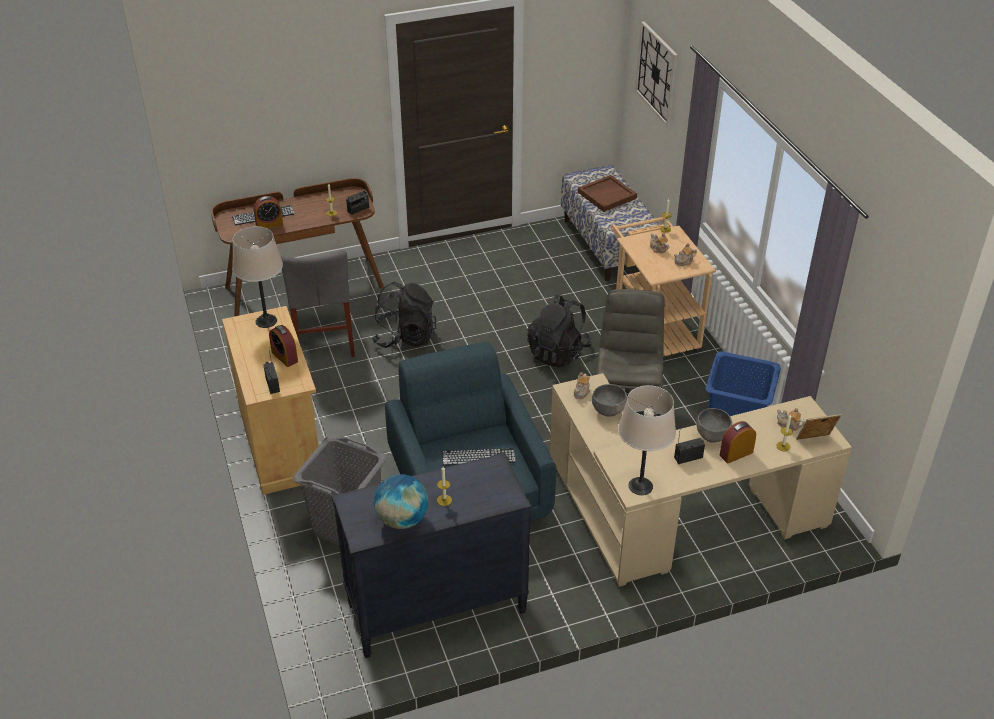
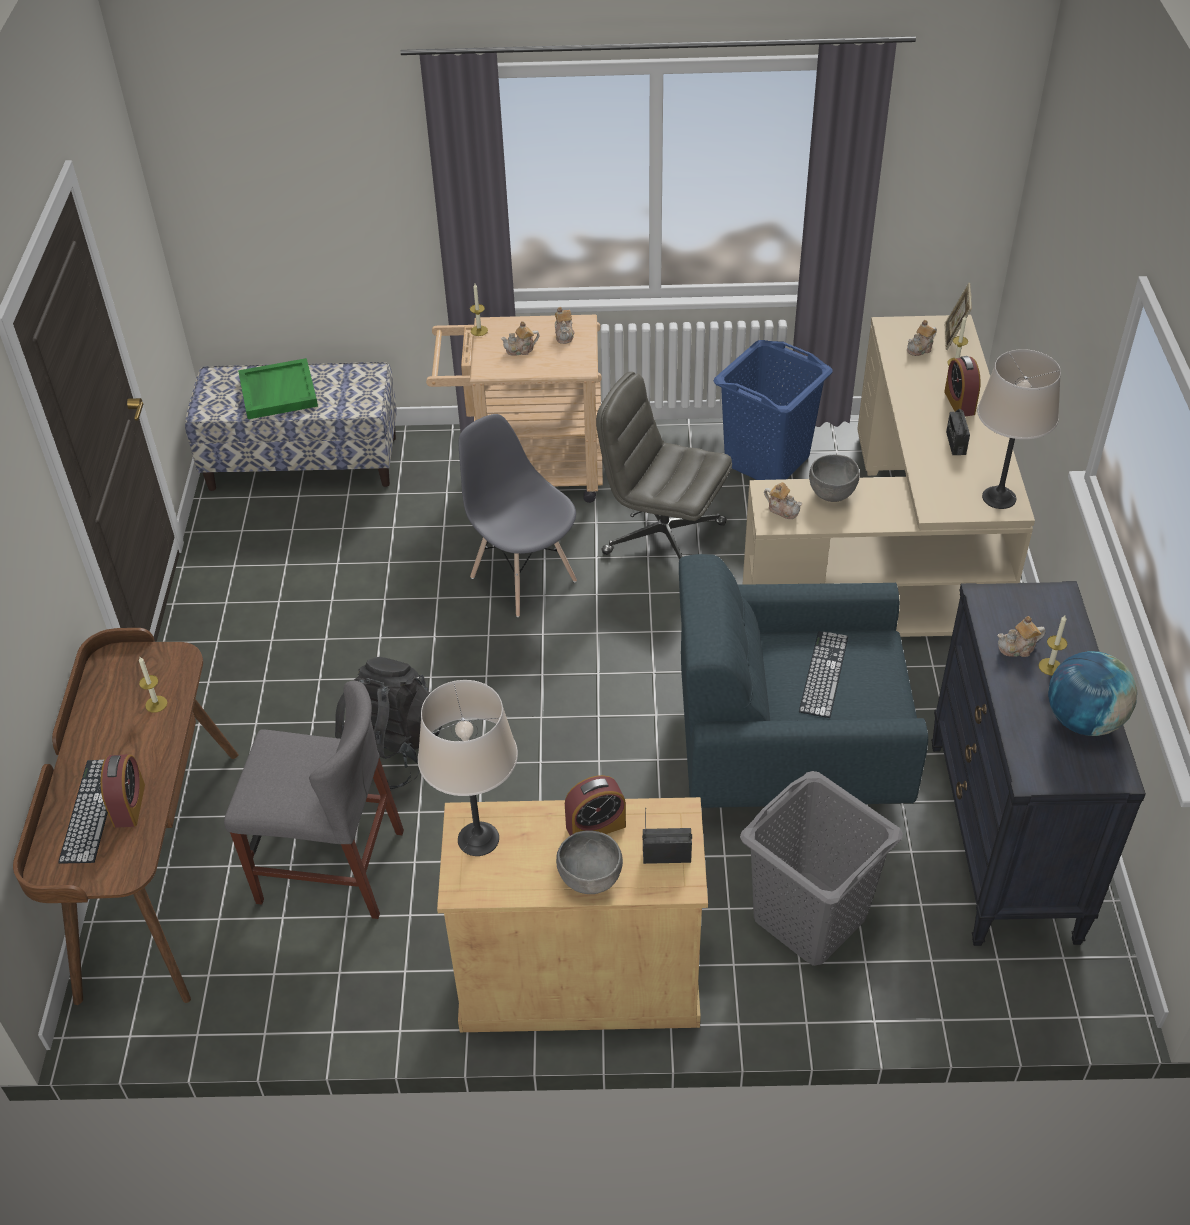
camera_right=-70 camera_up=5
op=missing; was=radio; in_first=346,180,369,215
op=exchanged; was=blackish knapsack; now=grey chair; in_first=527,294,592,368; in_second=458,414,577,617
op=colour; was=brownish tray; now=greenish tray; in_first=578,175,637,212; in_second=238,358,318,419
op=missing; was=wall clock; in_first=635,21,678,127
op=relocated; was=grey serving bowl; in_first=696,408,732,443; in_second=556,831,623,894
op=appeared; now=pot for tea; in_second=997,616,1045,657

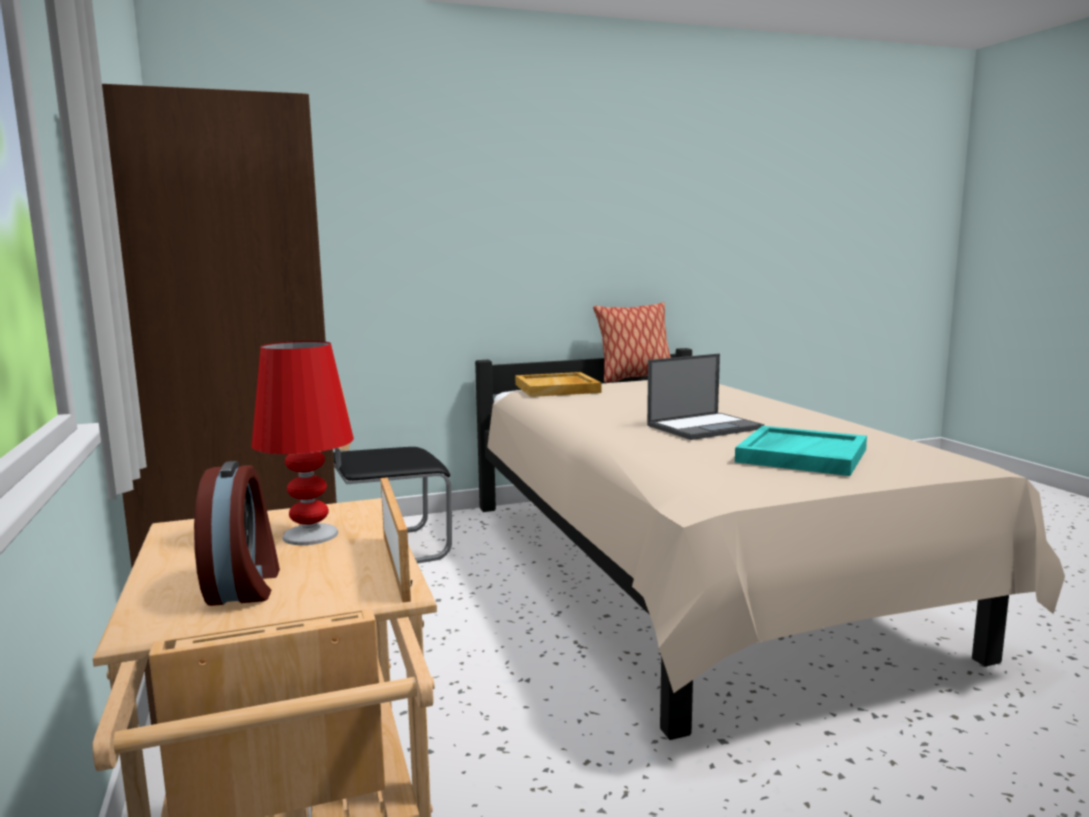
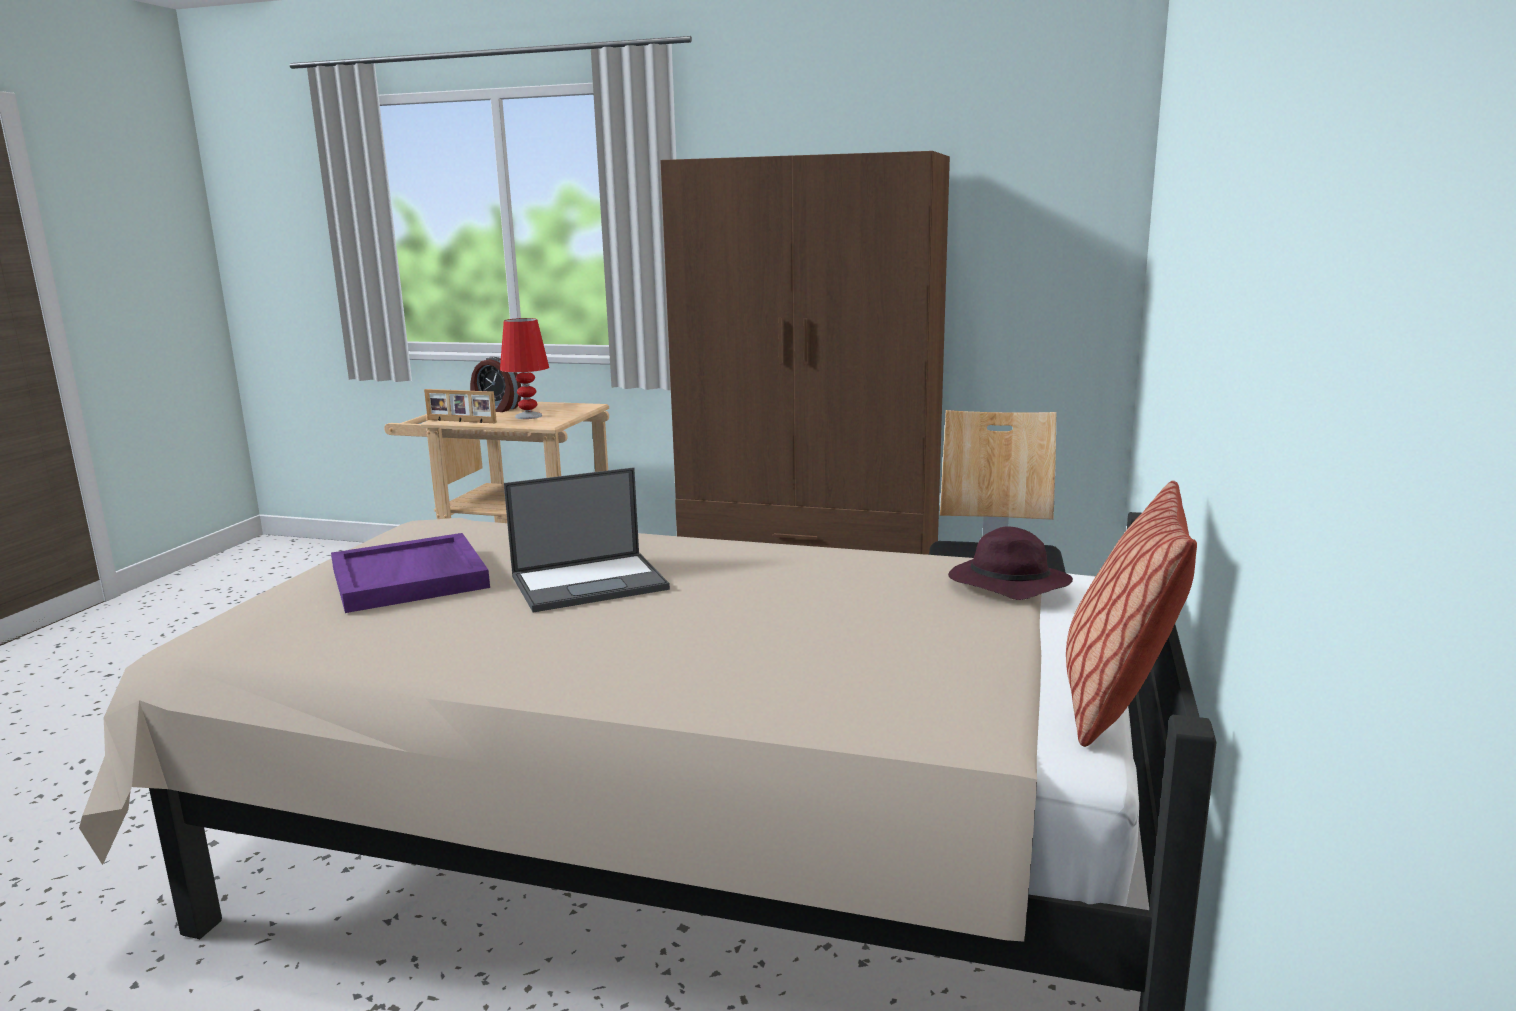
camera_right=125 camera_up=5
op=exchanged; was=beige tray; now=purplish wearable hat; in_first=515,372,601,397; in_second=948,526,1073,600
op=spun; was=portable computer; in_first=647,354,764,440; in_second=504,467,670,612; clockwise=-120
op=colour; was=blue-green tray; now=purplish tray; in_first=735,426,867,476; in_second=331,533,490,613

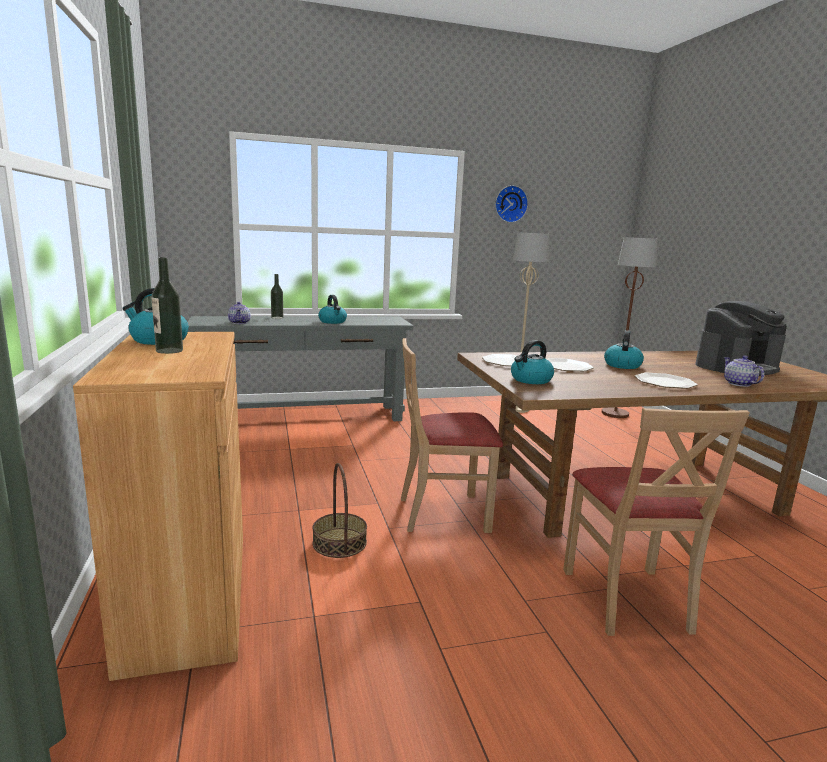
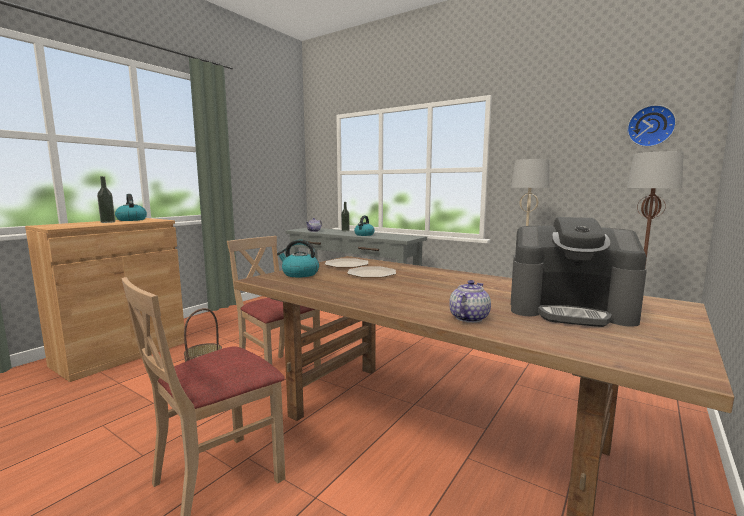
camera_right=50 camera_up=-5
op=relocated; was=wall clock; in_first=495,185,528,223; in_second=627,105,676,147
op=missing; was=kettle; in_first=604,330,644,369
op=missing; was=flat dish; in_first=635,373,698,389

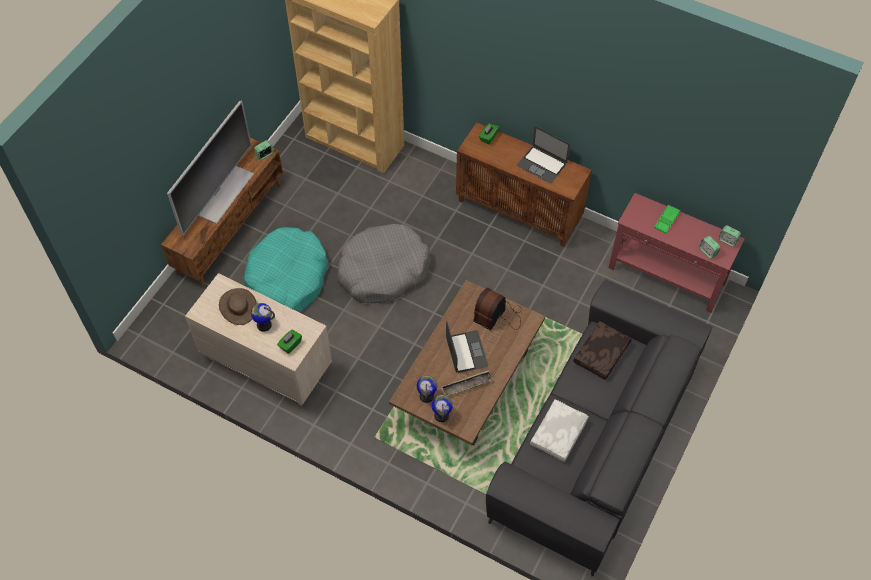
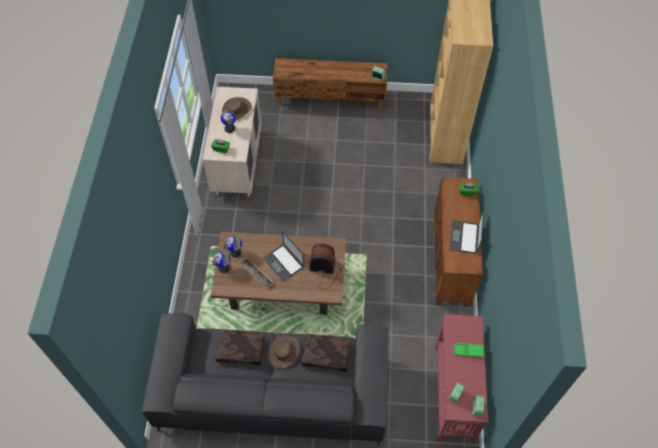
camera_right=65 camera_up=0
op=missing; was=television; in_first=167,100,254,236
op=missing; was=blue-green dog bed; in_first=244,227,328,312
op=missing; was=grey dog bed; in_first=338,224,430,303
op=spun; was=portable computer; in_first=446,321,488,373; in_second=263,231,304,282; clockwise=90
op=colour; was=white-coloured pillow; now=brownish pillow; in_first=530,399,589,462; in_second=216,330,265,365
op=appeared; now=brownish wearable hat; in_second=267,335,301,369

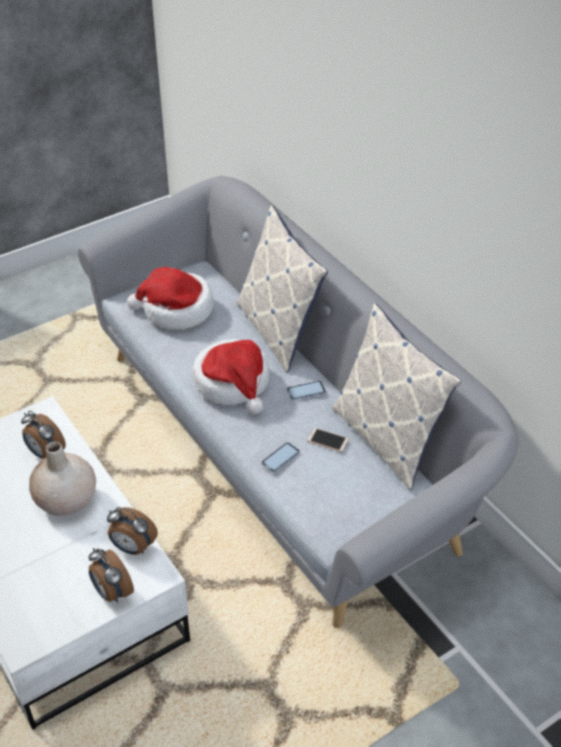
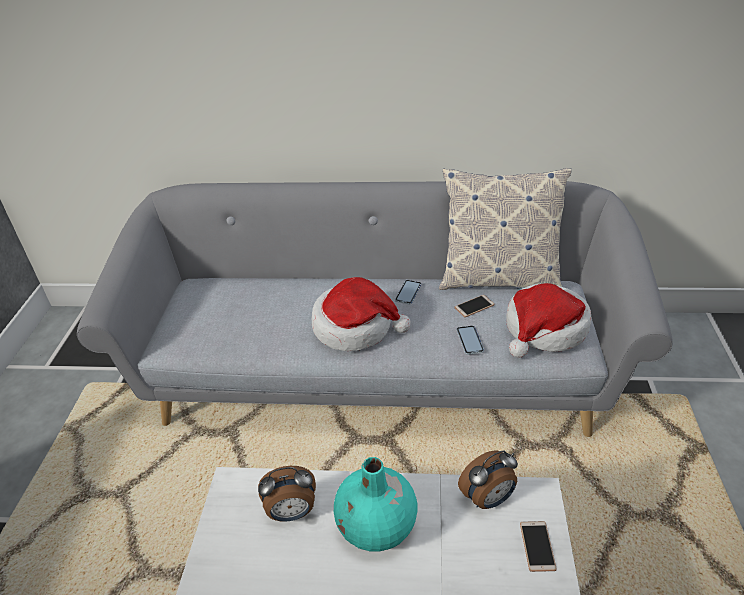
camera_right=-50 camera_up=-5
op=colour; was=beige flower vase; now=blue-green flower vase; in_first=29,442,96,516; in_second=334,457,418,552
op=exchanged; was=table clock; now=telephone; in_first=89,548,134,603; in_second=520,521,557,572
op=relocated; was=wearable hat; in_first=127,267,214,330; in_second=506,283,591,358
op=missing; was=pillow; in_first=237,205,328,373

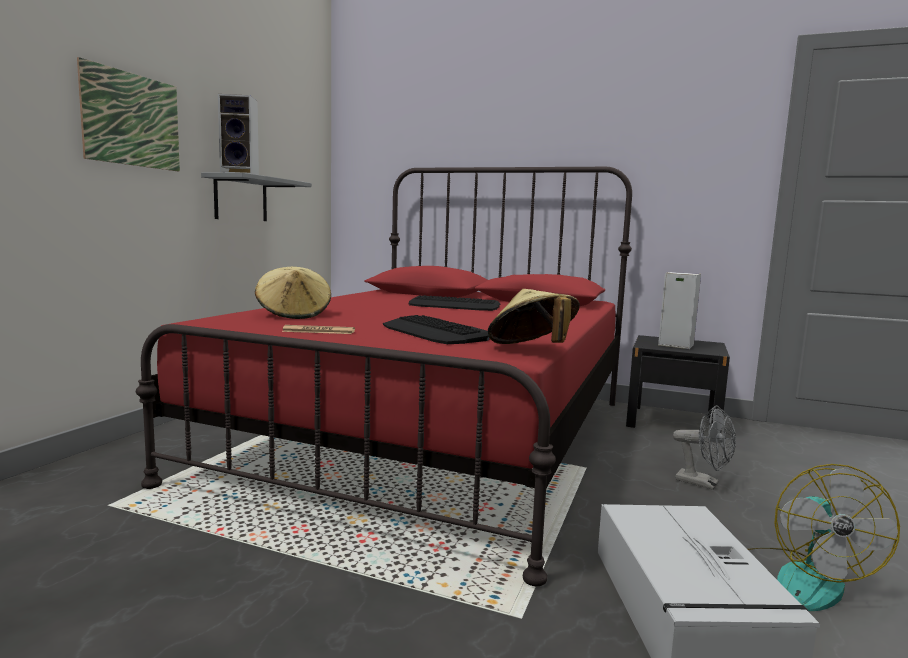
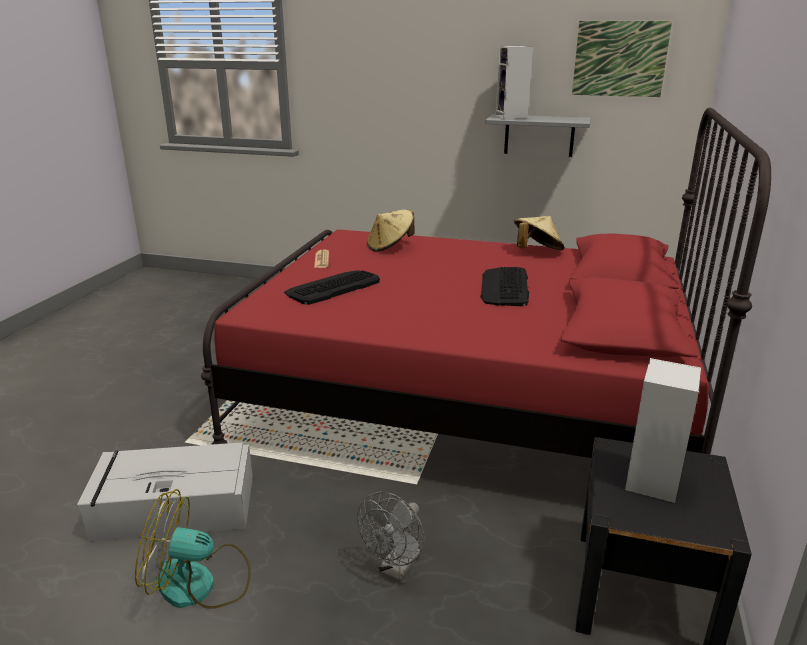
camera_right=85 camera_up=15
op=relocated; was=picture; in_first=77,57,180,171; in_second=572,21,672,97
op=relocated; was=beige wearable hat; in_first=488,289,580,344; in_second=514,216,564,250

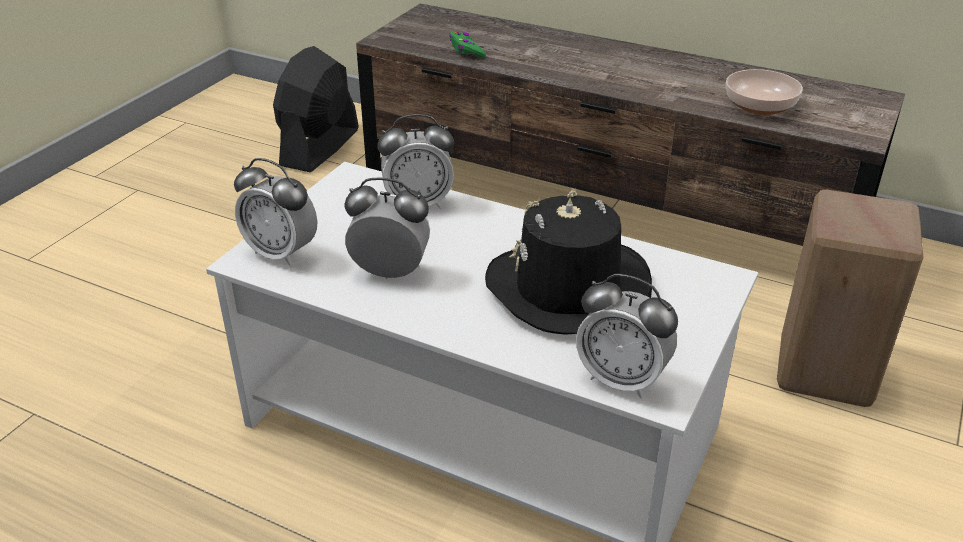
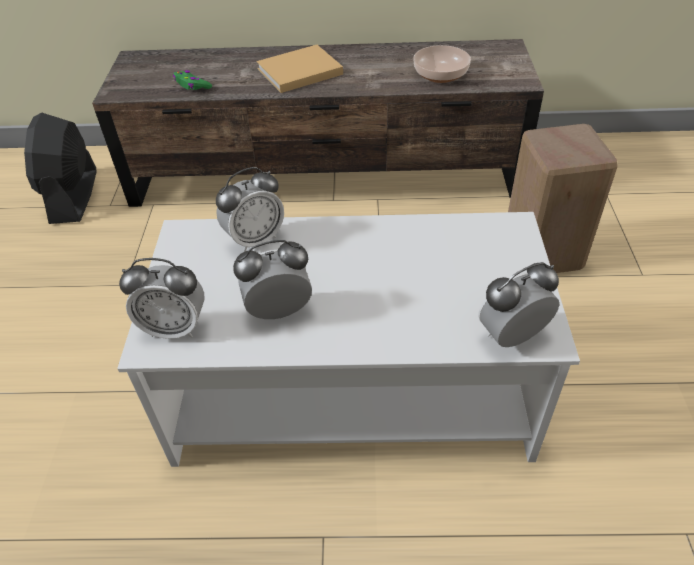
camera_right=-25 camera_up=10
op=missing; was=blackish wearable hat; in_first=485,190,652,335
op=spun; was=table clock; in_first=576,274,678,398; in_second=478,262,560,347; clockwise=150
op=appeared; now=beige book; in_second=257,45,343,93

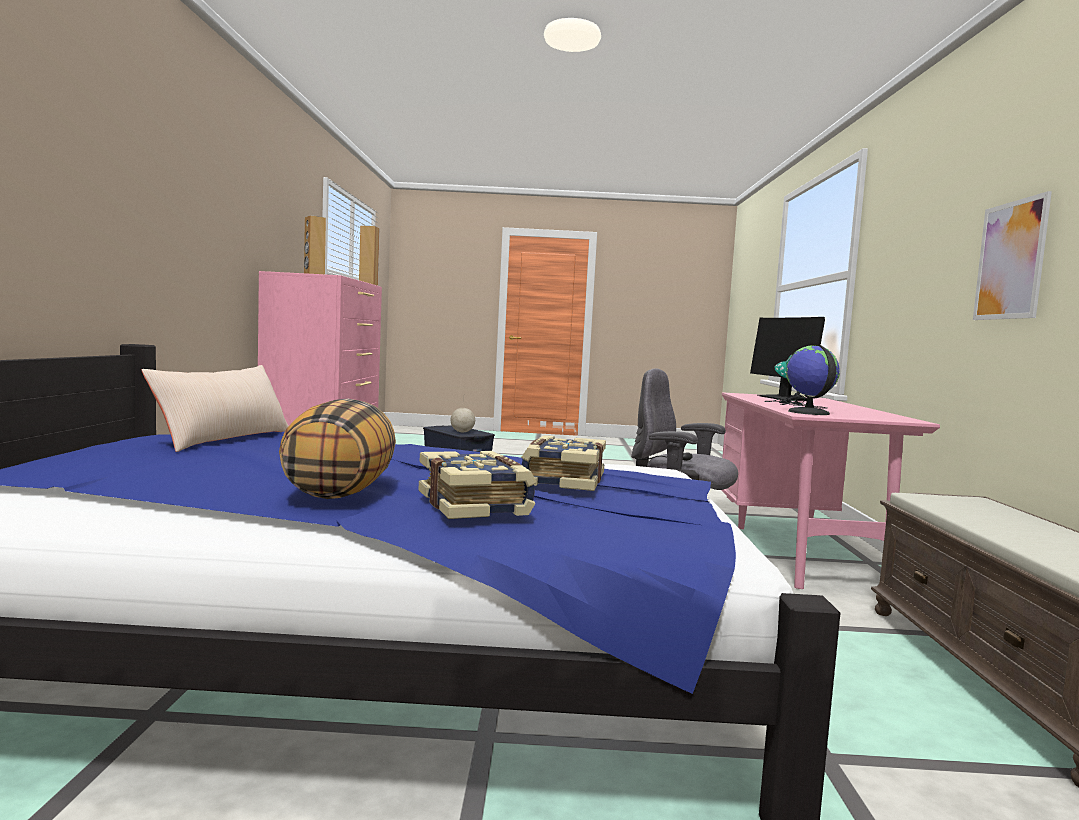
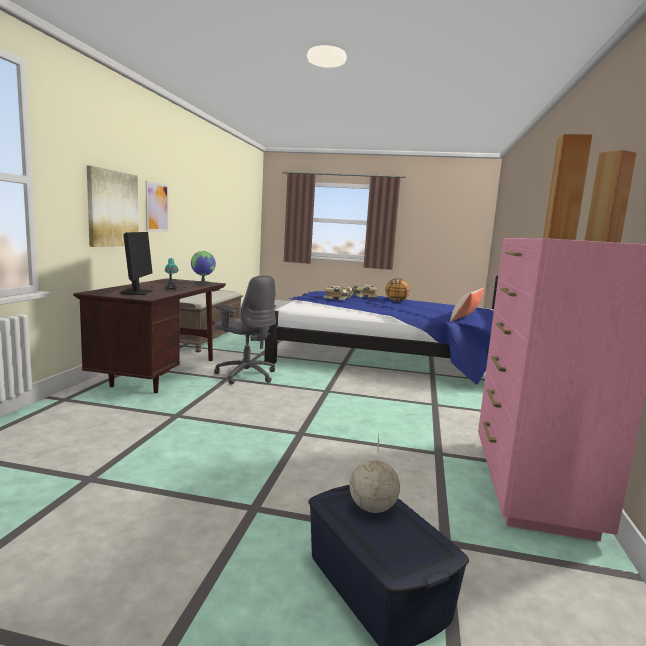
camera_right=-170 camera_up=5
op=colour; was=pinkish desk table; now=brownish desk table; in_first=721,392,940,589; in_second=73,278,226,393
op=appeared; now=picture; in_second=87,166,139,247

